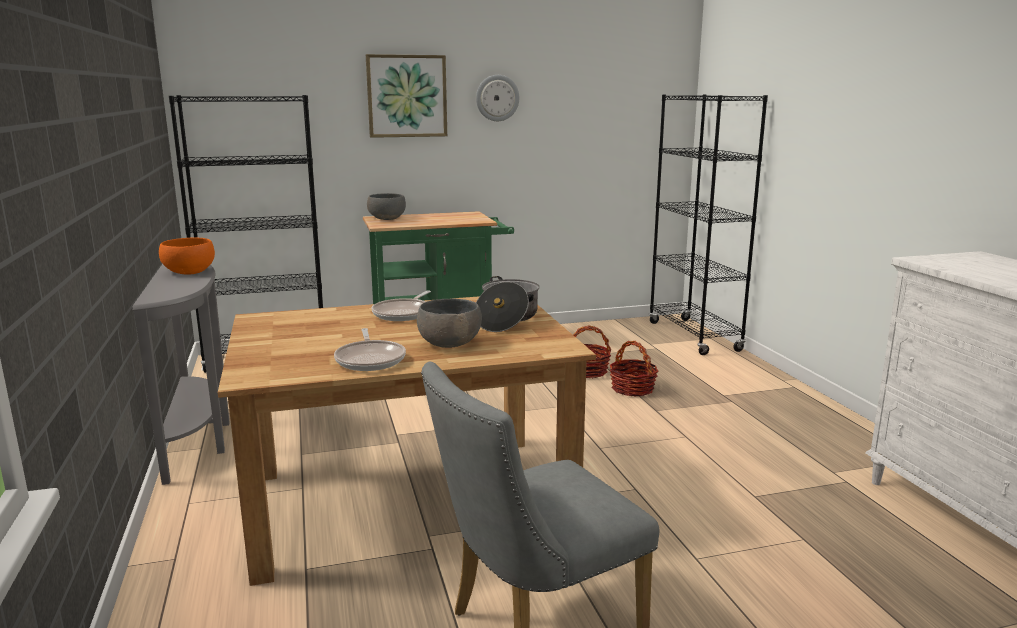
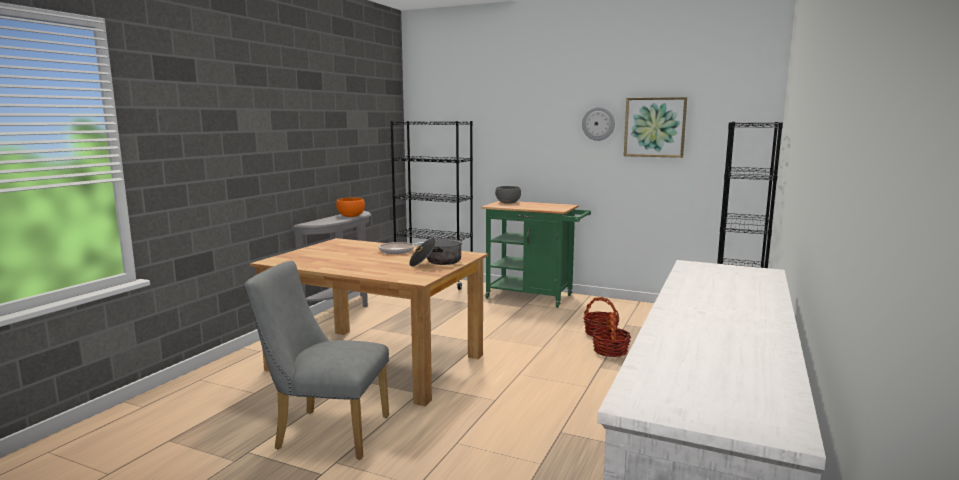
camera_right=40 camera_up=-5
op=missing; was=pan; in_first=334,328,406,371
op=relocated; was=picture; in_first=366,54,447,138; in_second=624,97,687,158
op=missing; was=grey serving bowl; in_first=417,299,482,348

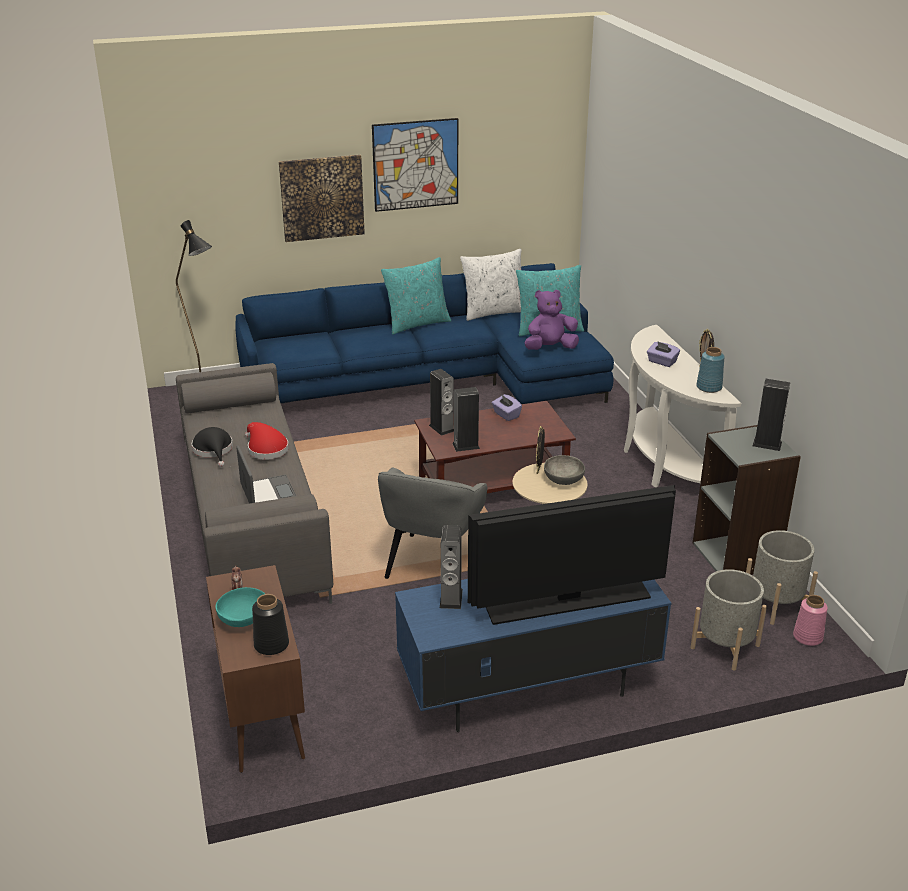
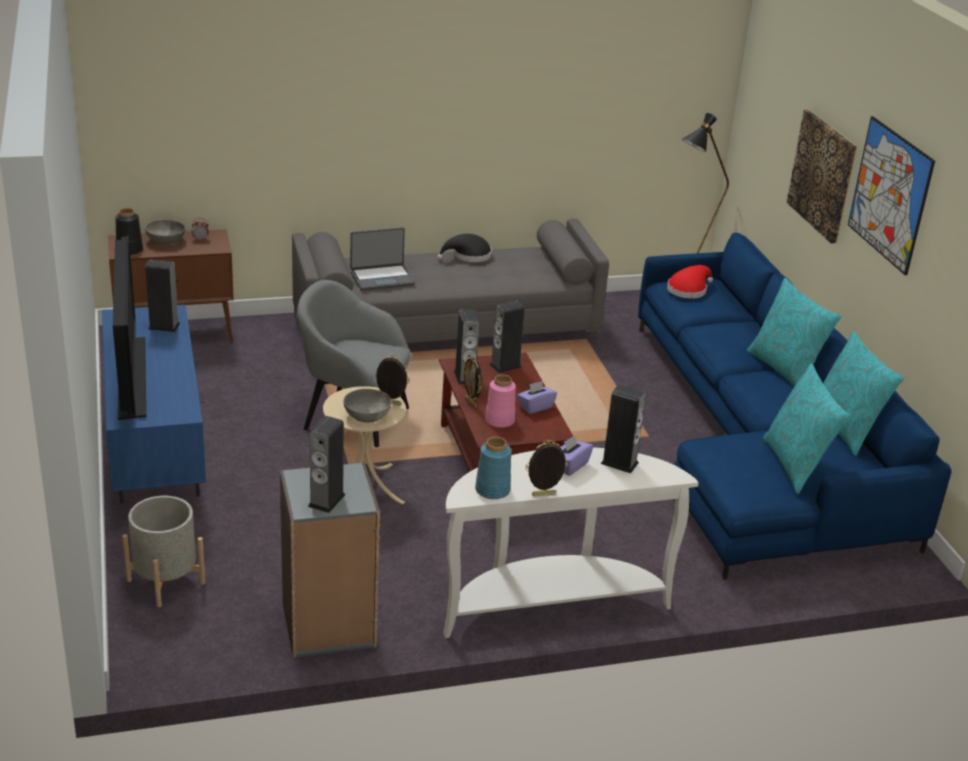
camera_right=90 camera_up=0
op=colour; was=blue-green serving bowl; now=grey serving bowl; in_first=215,587,265,627; in_second=145,219,186,245
op=relocated; was=red-coloured wearable hat; in_first=245,422,289,460; in_second=667,265,713,299
op=colour; was=white-coloured pillow; now=blue-green pillow; in_first=460,249,521,321; in_second=823,331,904,456
op=missing; was=purplish cuddly toy; in_first=524,290,579,350
op=missing; was=grey flower pot; in_first=746,530,818,625
op=relocated; was=pinkish flower vase; in_first=793,595,828,646; in_second=485,374,516,428
op=appeared; now=picture frame; in_second=462,356,482,408
op=appeared; now=loudspeaker; in_second=600,385,646,473

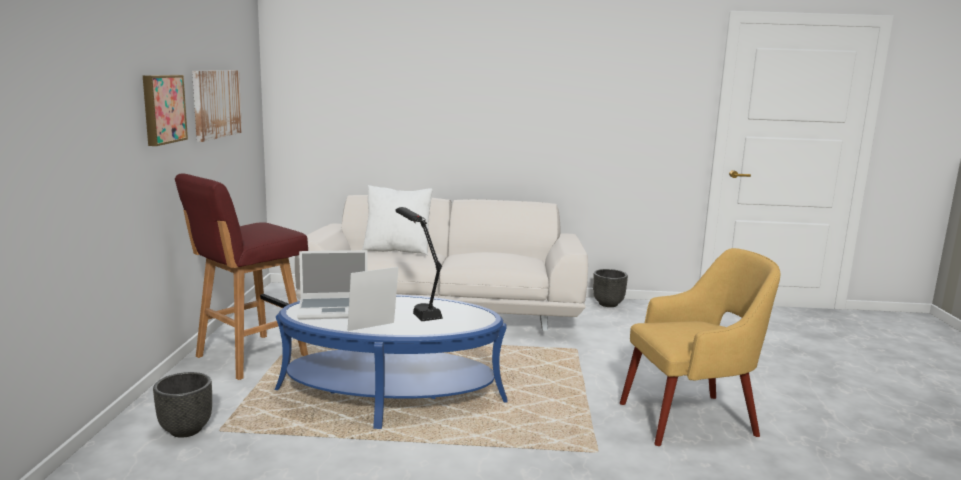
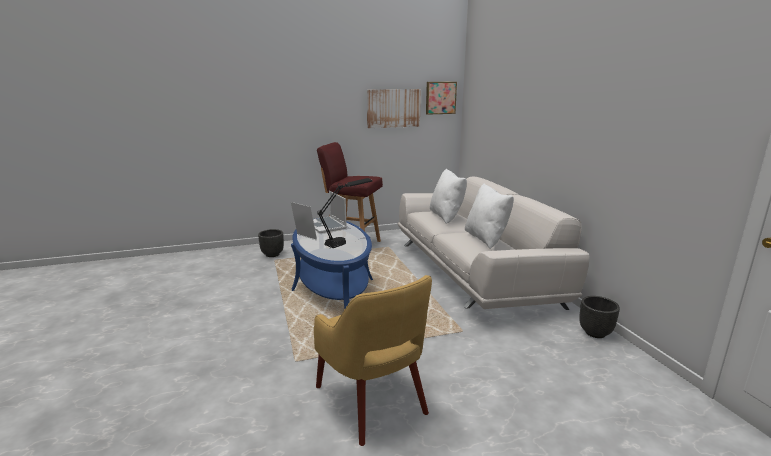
camera_right=70 camera_up=5
op=relocated; was=picture; in_first=143,75,188,146; in_second=426,82,457,115
op=appeared; now=white-coloured pillow; in_second=465,183,514,249

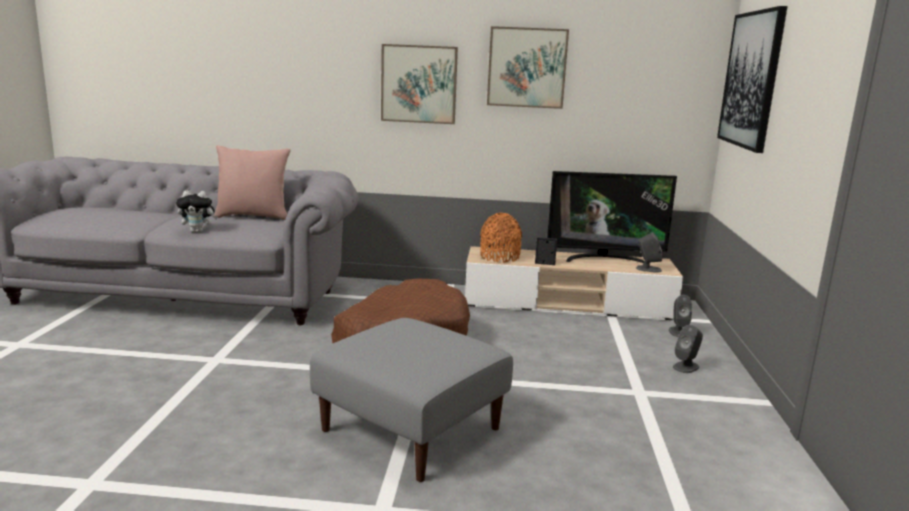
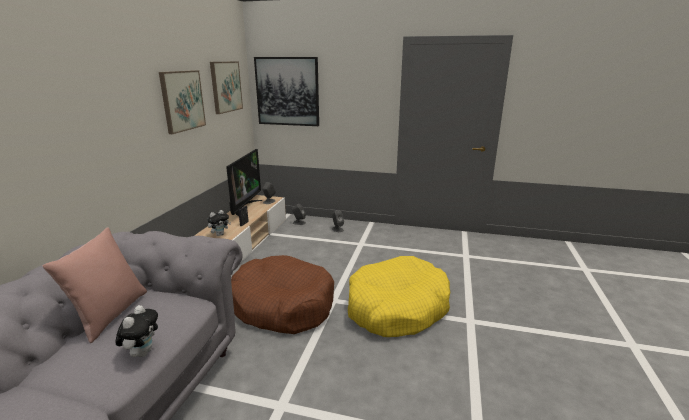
camera_right=-80 camera_up=5
op=exchanged; was=grey footrest; now=yellow-coloured dog bed; in_first=310,318,513,482; in_second=348,256,450,337
op=relocated; was=picture; in_first=381,44,458,124; in_second=210,61,243,114
op=exchanged; was=orange-coloured flower vase; now=cuddly toy; in_first=480,213,522,263; in_second=208,210,231,236

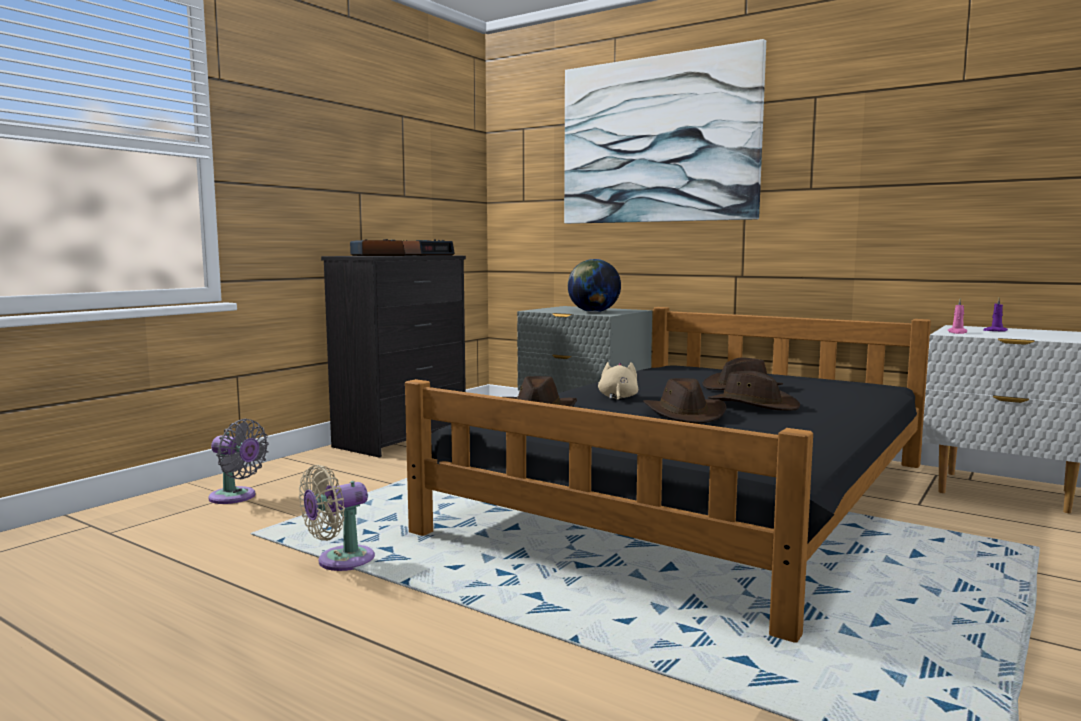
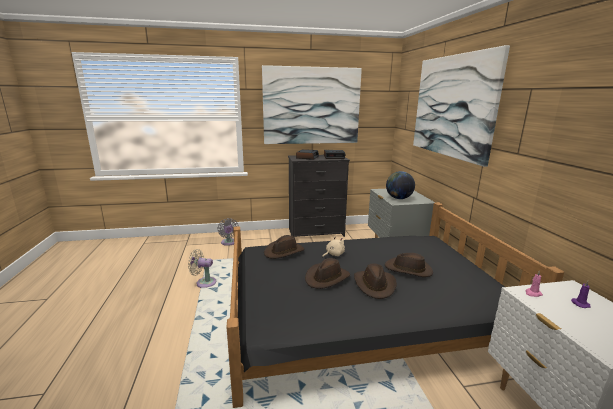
camera_right=45 camera_up=10
op=appeared; now=picture; in_second=262,65,362,144

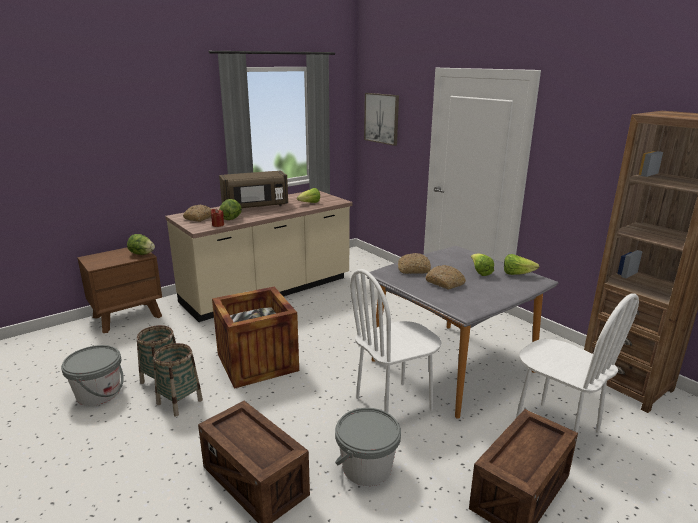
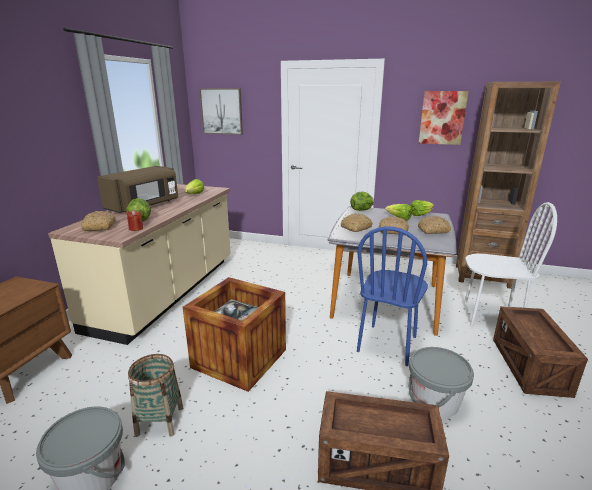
camera_right=-35 camera_up=0
op=relocated; was=lettuce head; in_first=127,234,155,255; in_second=350,192,374,211
op=missing; was=basket; in_first=153,343,203,416
op=colour; was=white-coloured chair; now=bluish chair; in_first=350,269,442,413; in_second=357,226,428,366
op=appeared; now=bakery bread; in_second=418,216,451,234
op=appeared; now=picture; in_second=419,91,469,145

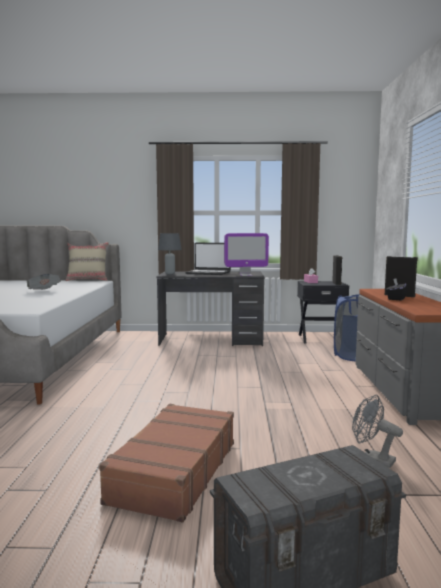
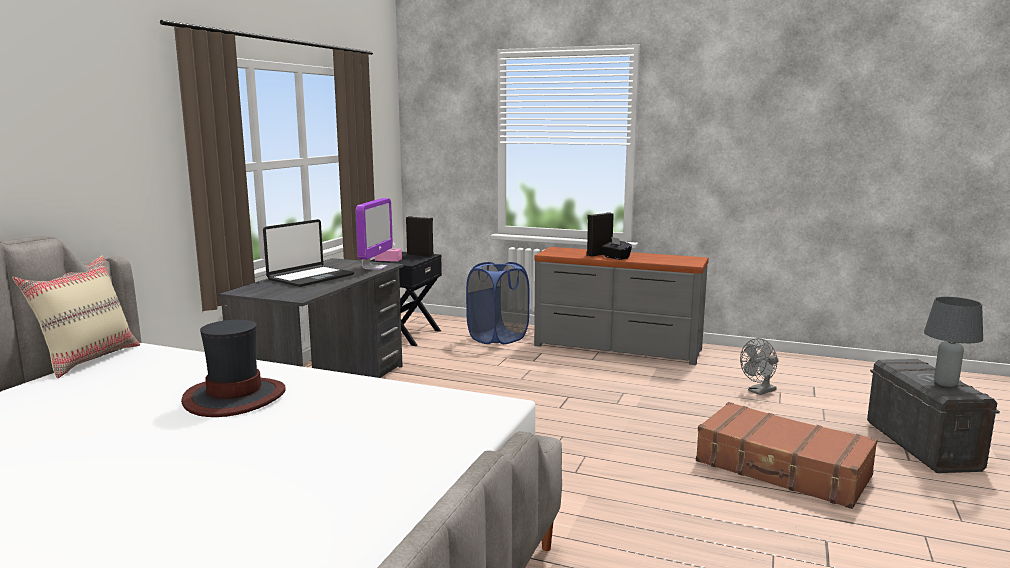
camera_right=-70 camera_up=5
op=exchanged; was=daily paper; now=wearable hat; in_first=26,273,61,290; in_second=181,320,286,417
op=relocated; was=grey lamp for a table; in_first=158,233,182,274; in_second=924,296,983,387

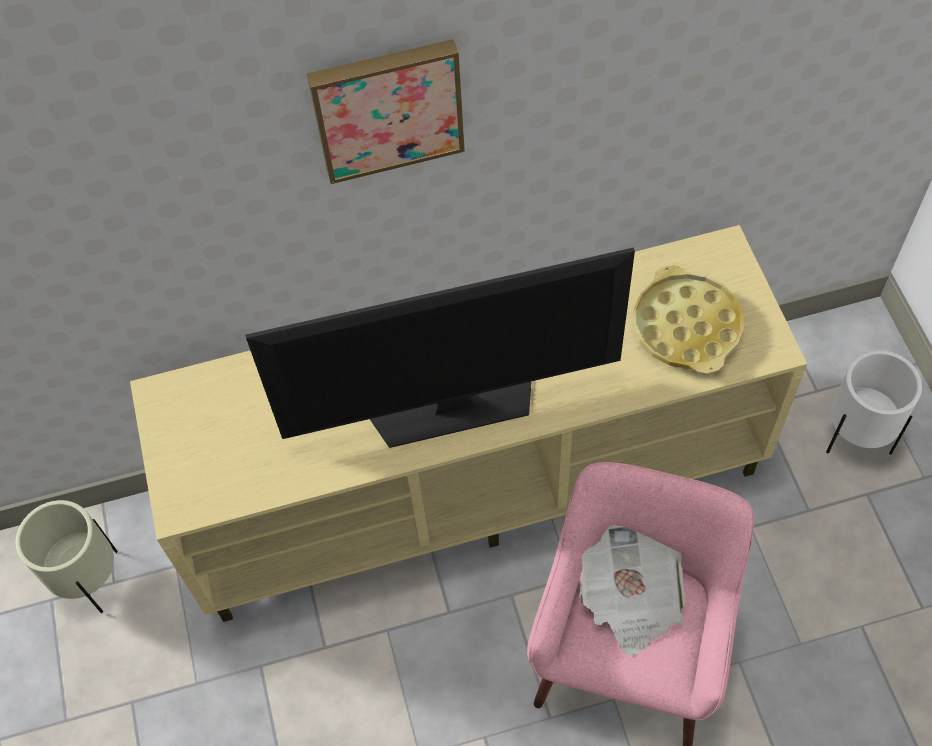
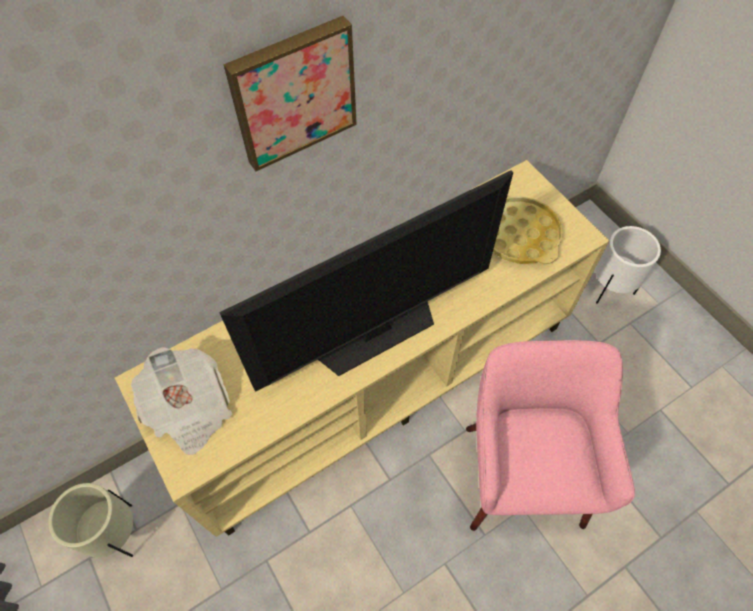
camera_right=-20 camera_up=0
op=relocated; was=daily paper; in_first=579,525,685,656; in_second=131,347,232,455

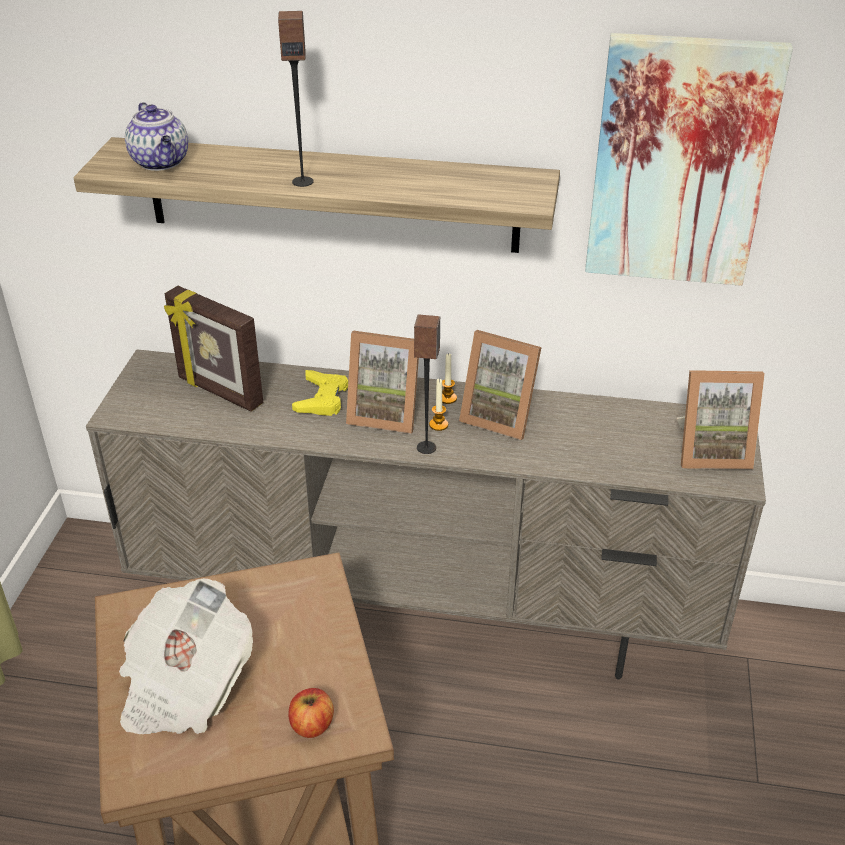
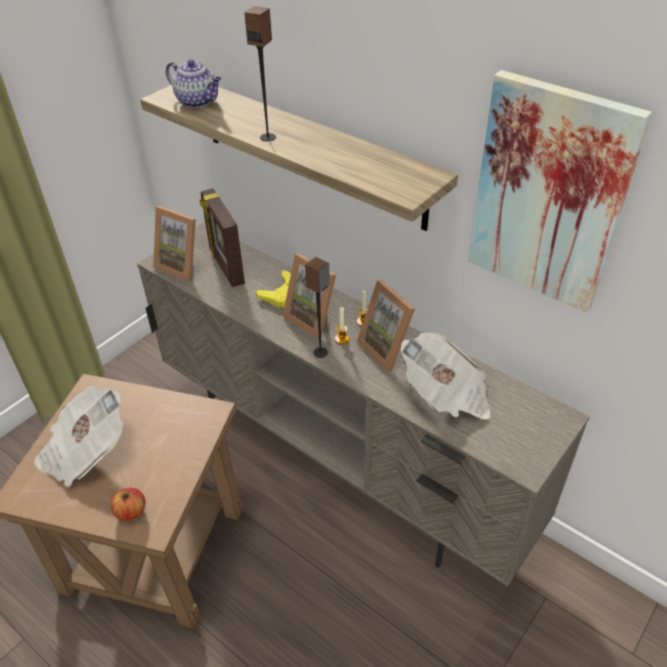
camera_right=30 camera_up=5
op=spun; was=pot for tea; in_first=125,102,188,171; in_second=166,60,221,108; clockwise=-60
op=relocated; was=picture frame; in_first=677,370,765,470; in_second=153,206,196,282
op=appeared; now=daily paper; in_second=401,332,491,419

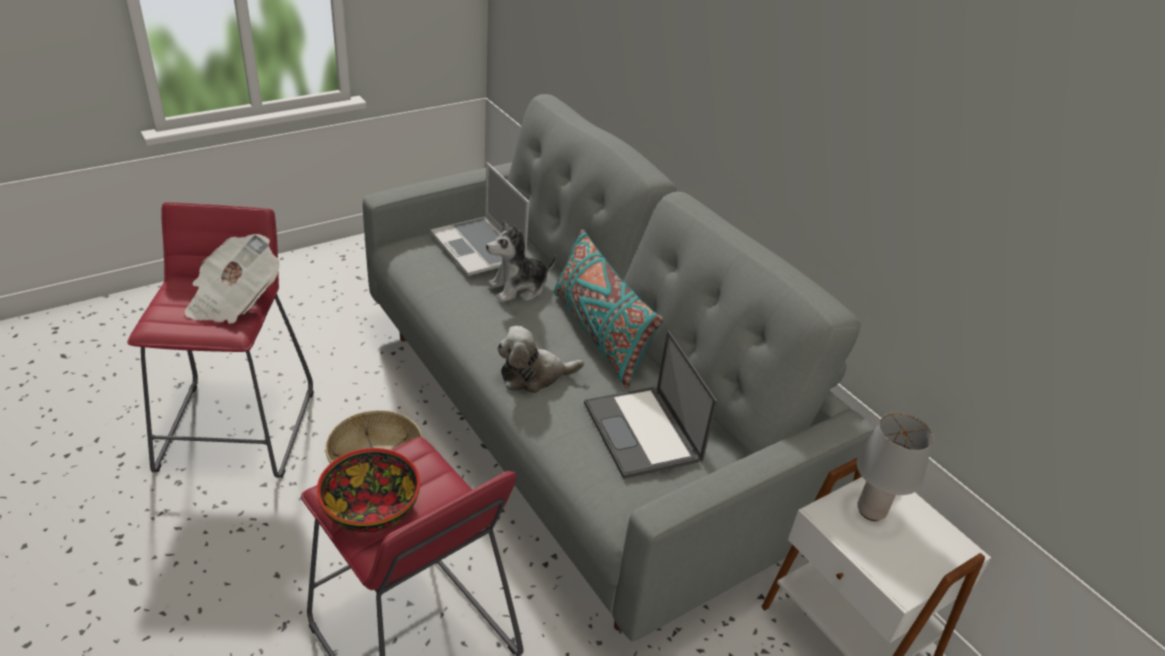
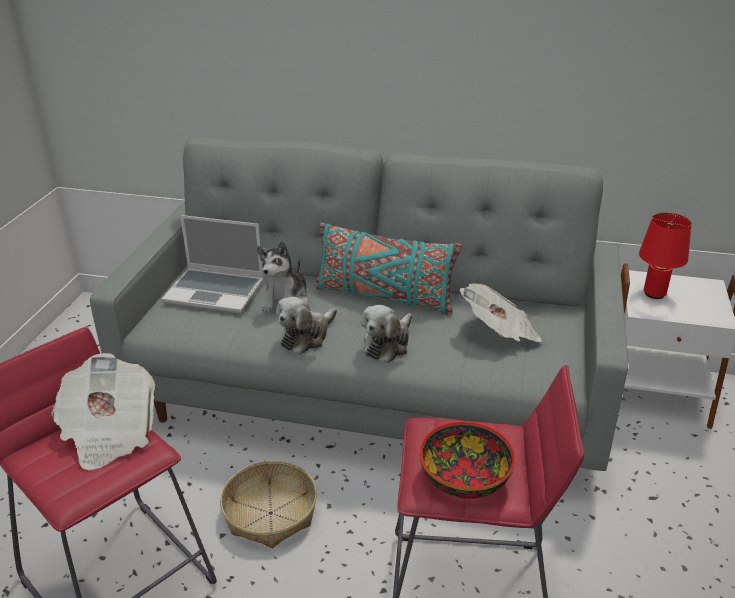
camera_right=-40 camera_up=-5
op=exchanged; was=portable computer; now=daily paper; in_first=584,330,717,479; in_second=460,283,542,342
op=colour; was=grey lamp for a table; now=red-coloured lamp for a table; in_first=857,412,934,521; in_second=639,213,692,299
op=appeared; now=cuddly toy; in_second=276,297,337,355

